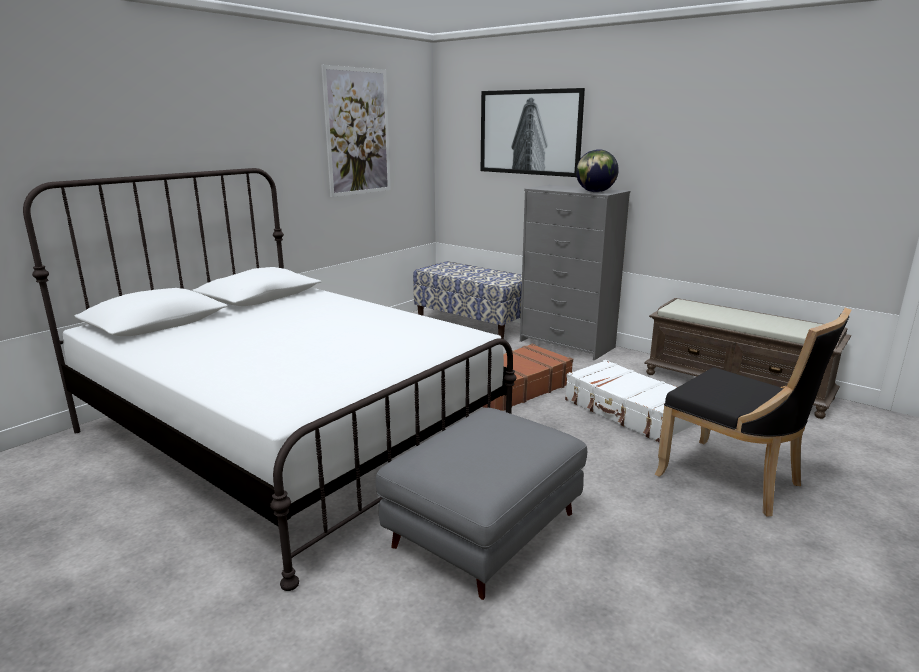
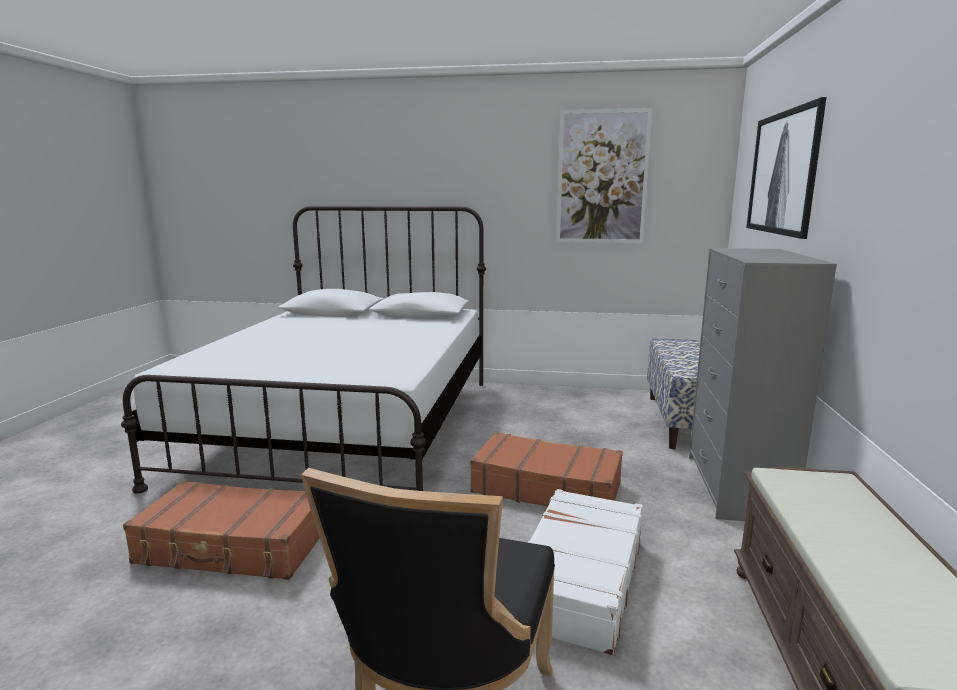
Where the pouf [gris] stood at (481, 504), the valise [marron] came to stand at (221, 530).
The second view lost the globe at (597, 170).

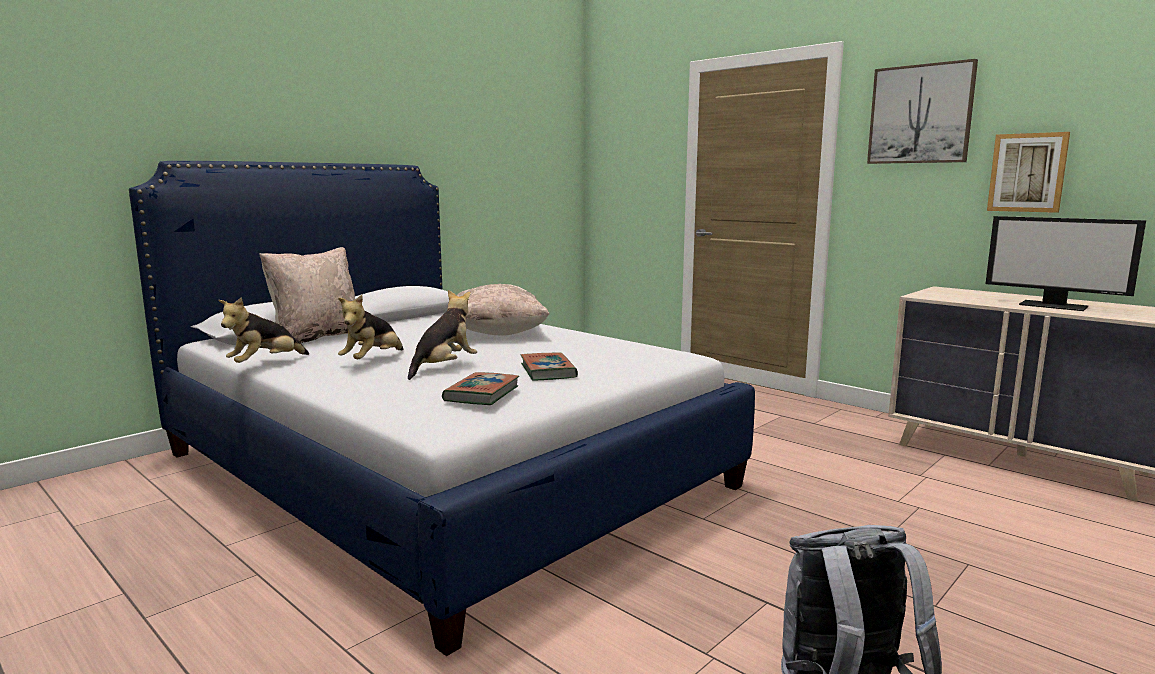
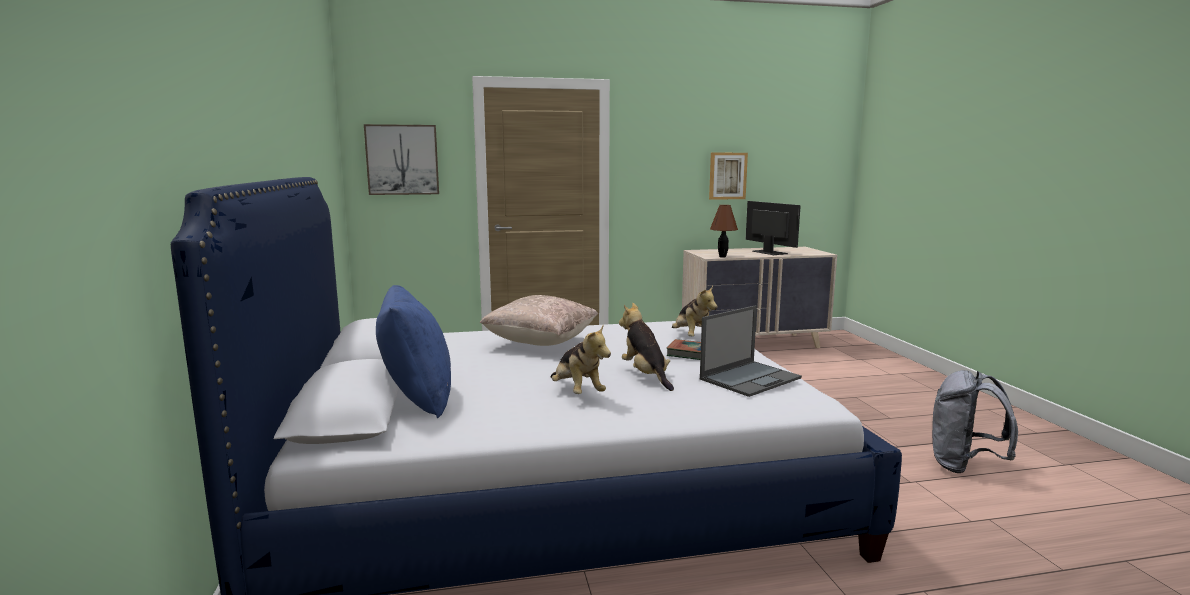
The tableau ended up elsewhere, having gone from (922, 111) to (401, 159).
What was the coussin [beige] at (307, 295) turned into the coussin [bleu] at (413, 351).
The peluche ended up elsewhere, having gone from (263, 330) to (694, 311).
Where the livre stood at (480, 388), the ordinateur portable came to stand at (751, 351).
The second view gained the lampe de table [marron] at (724, 231).
The écran d'ordinateur at (1066, 263) ended up facing another way, 105 degrees counterclockwise from before.

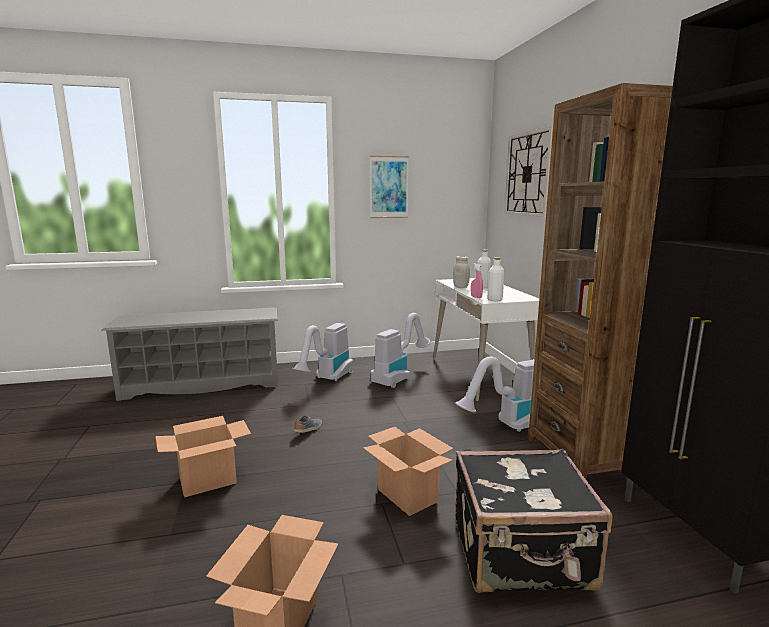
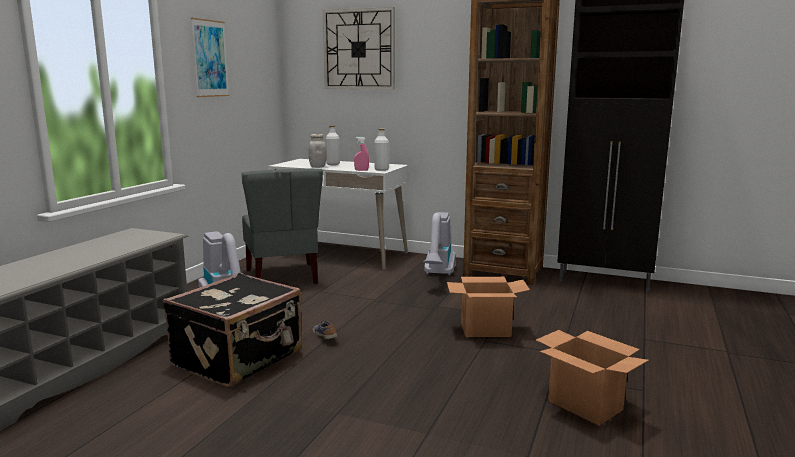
The valise [noir] ended up elsewhere, having gone from (534, 521) to (232, 330).
Where the aspirateur stood at (400, 350), the chaise [gris] came to stand at (282, 226).
The second view lost the carton at (203, 456).

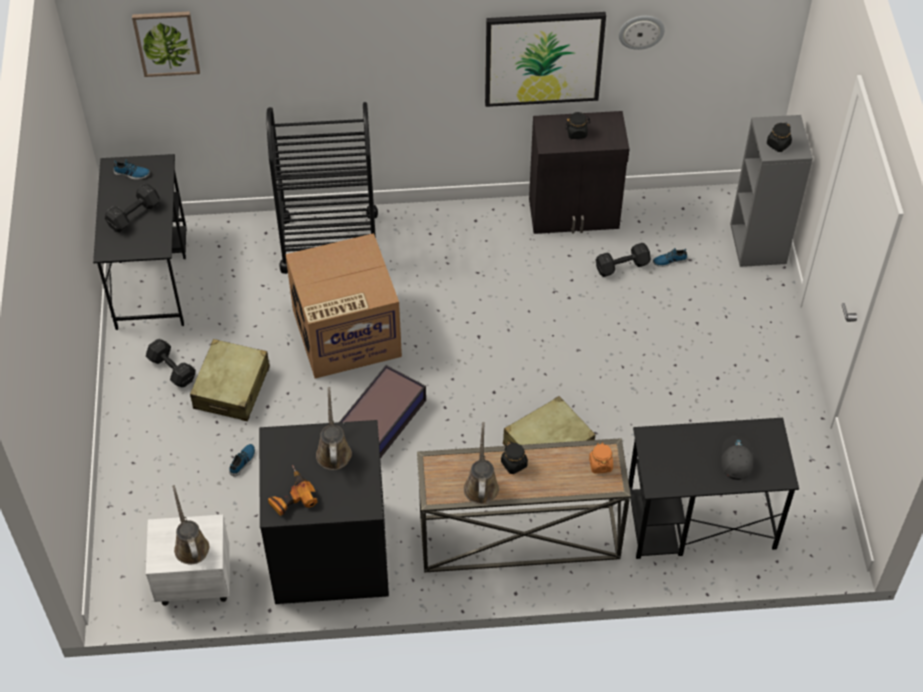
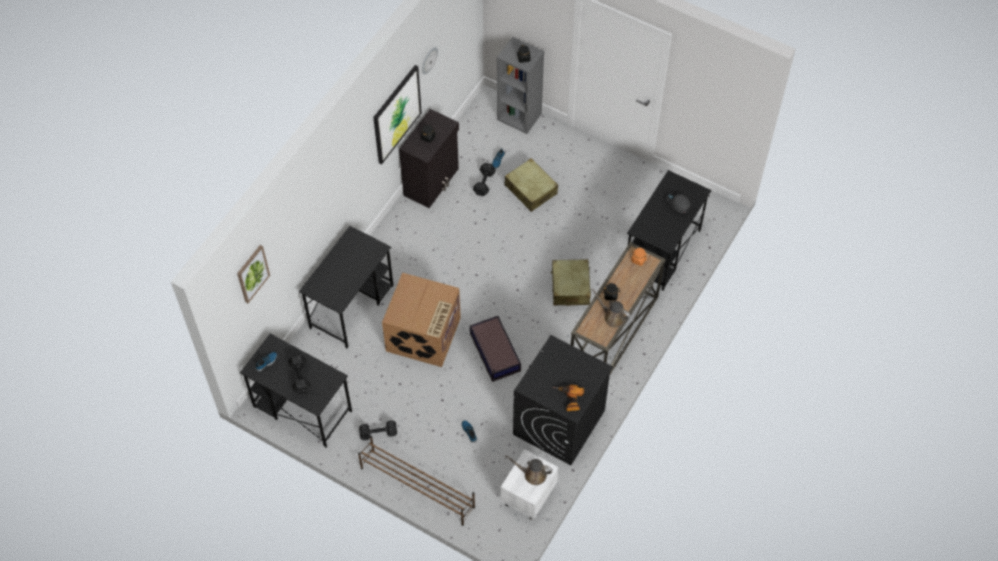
Where the chariot [noir] stood at (322, 188), the bureau [noir] came to stand at (346, 287).
The second view gained the étagère à chaussures [marron] at (416, 481).
The valise [beige] ended up elsewhere, having gone from (230, 380) to (531, 185).
The second view lost the arrosoir [marron] at (334, 428).

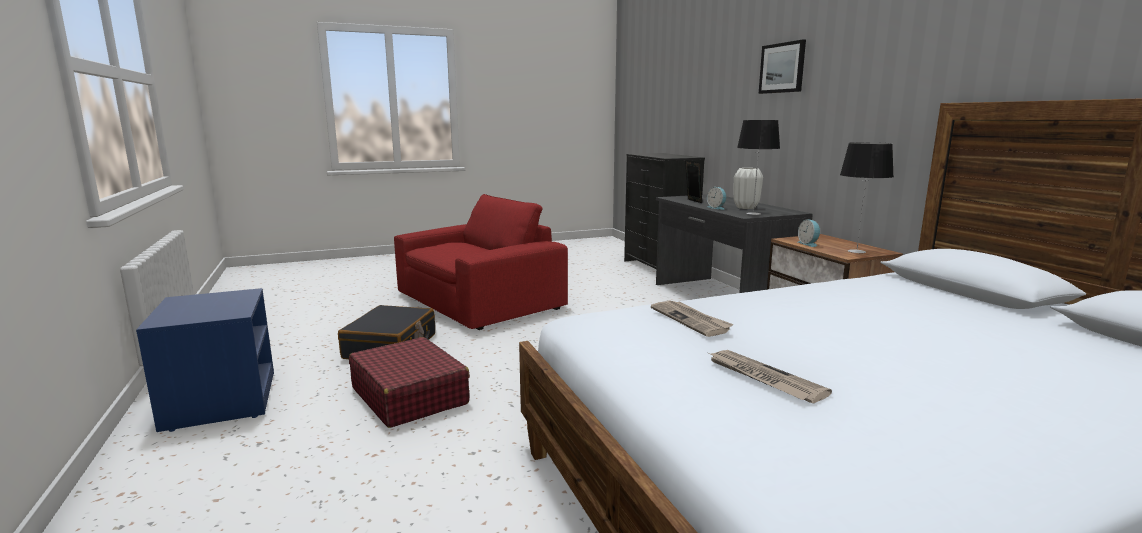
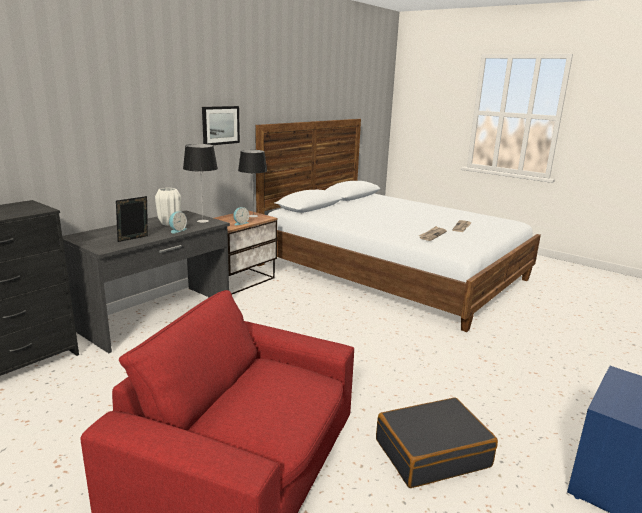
The tableau ended up elsewhere, having gone from (782, 67) to (221, 125).
The second view lost the valise [rouge] at (409, 382).

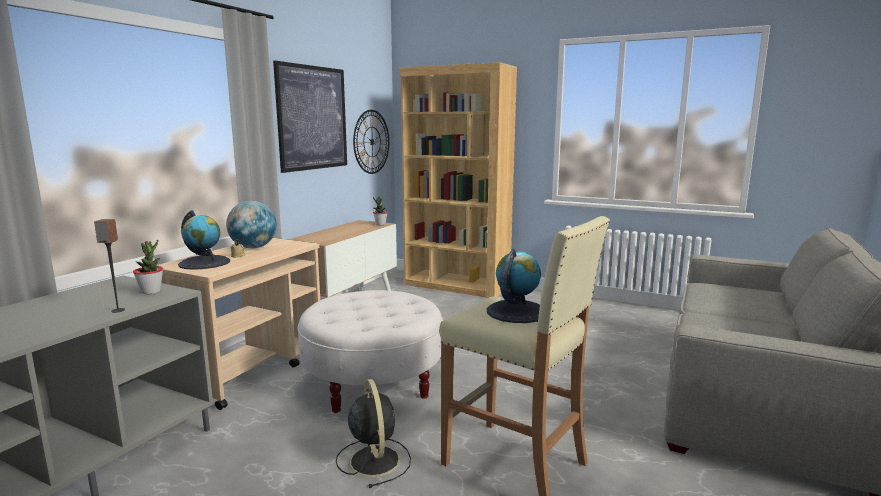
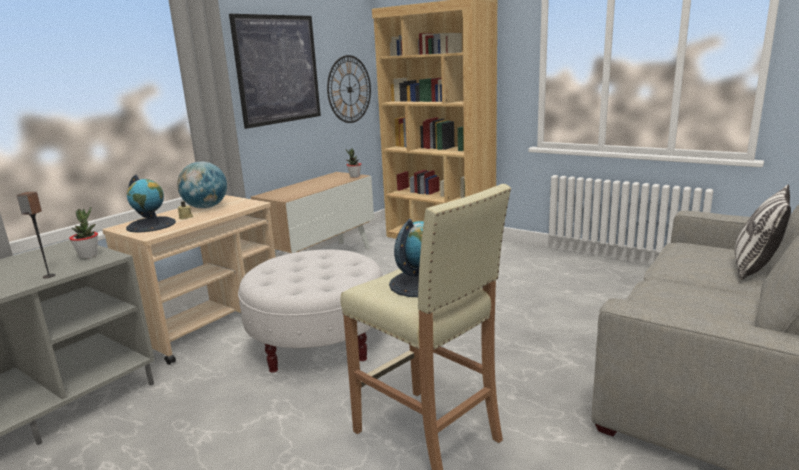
The second view gained the coussin at (763, 232).
The second view lost the ventilateur [noir] at (373, 433).

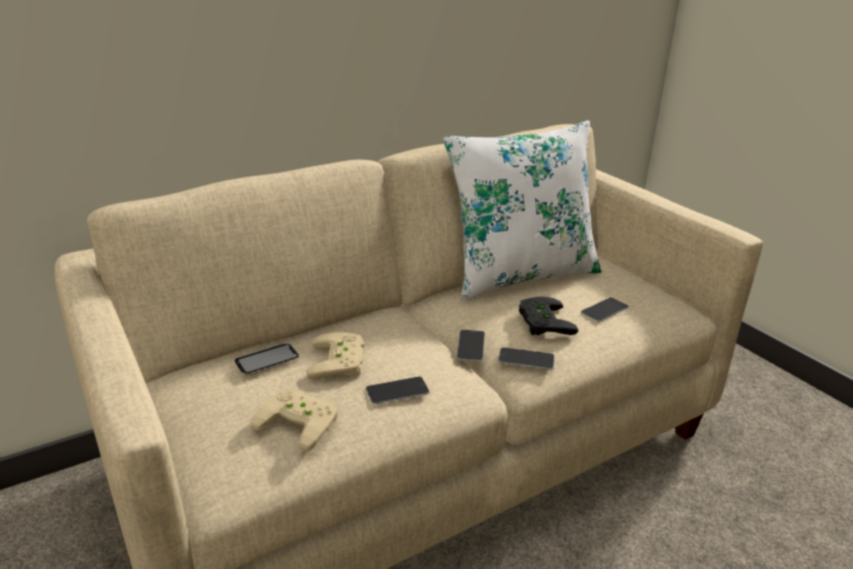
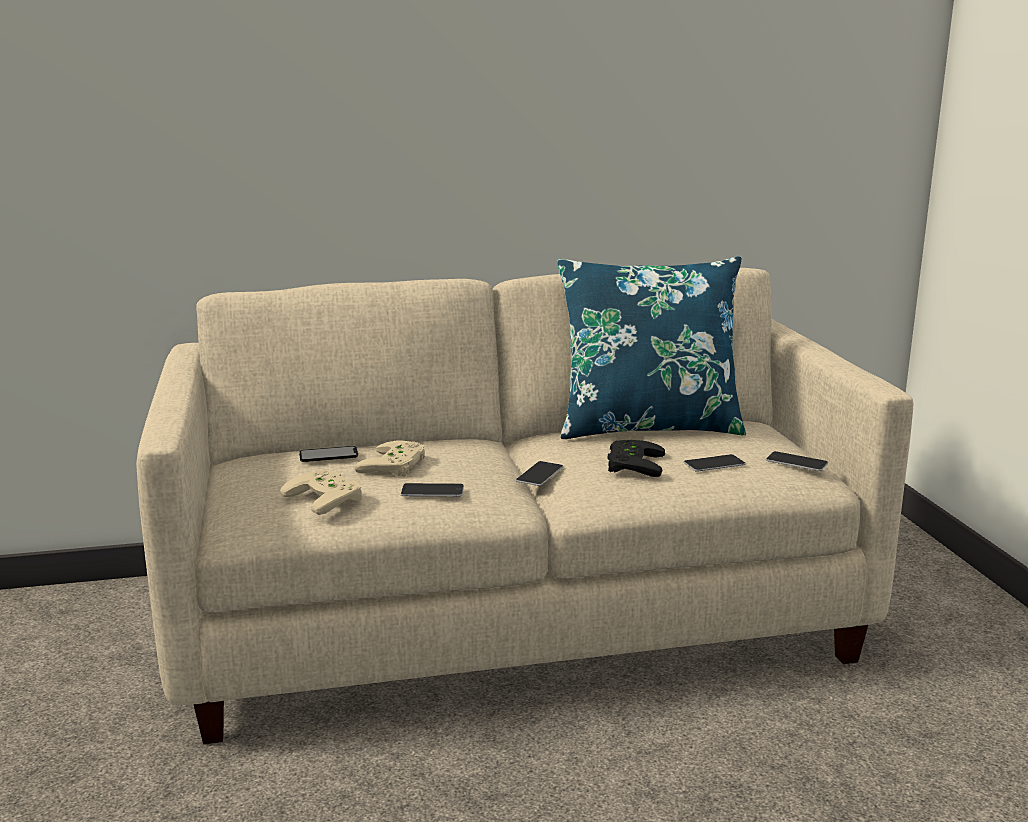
What was the coussin [blanc] at (522, 210) turned into the coussin [bleu] at (651, 348).
The téléphone ended up elsewhere, having gone from (526, 358) to (797, 461).

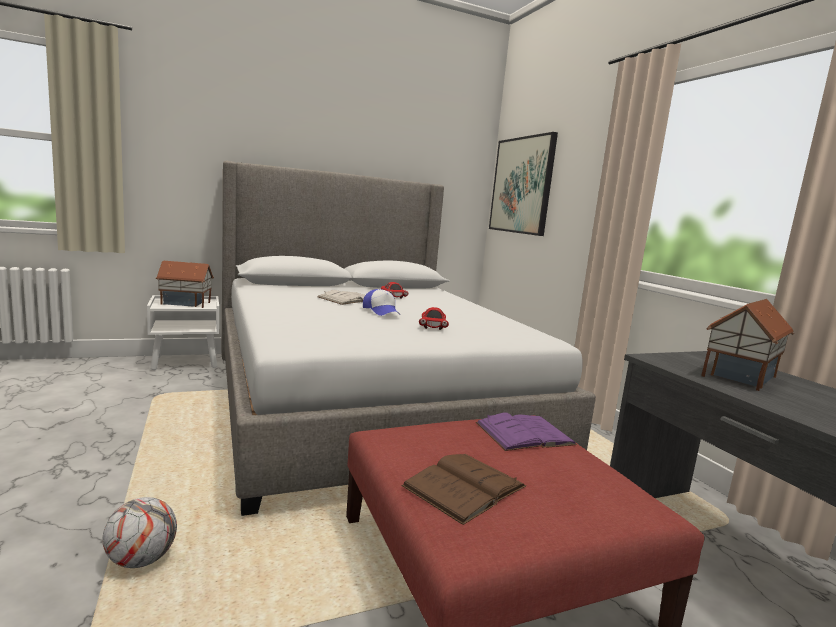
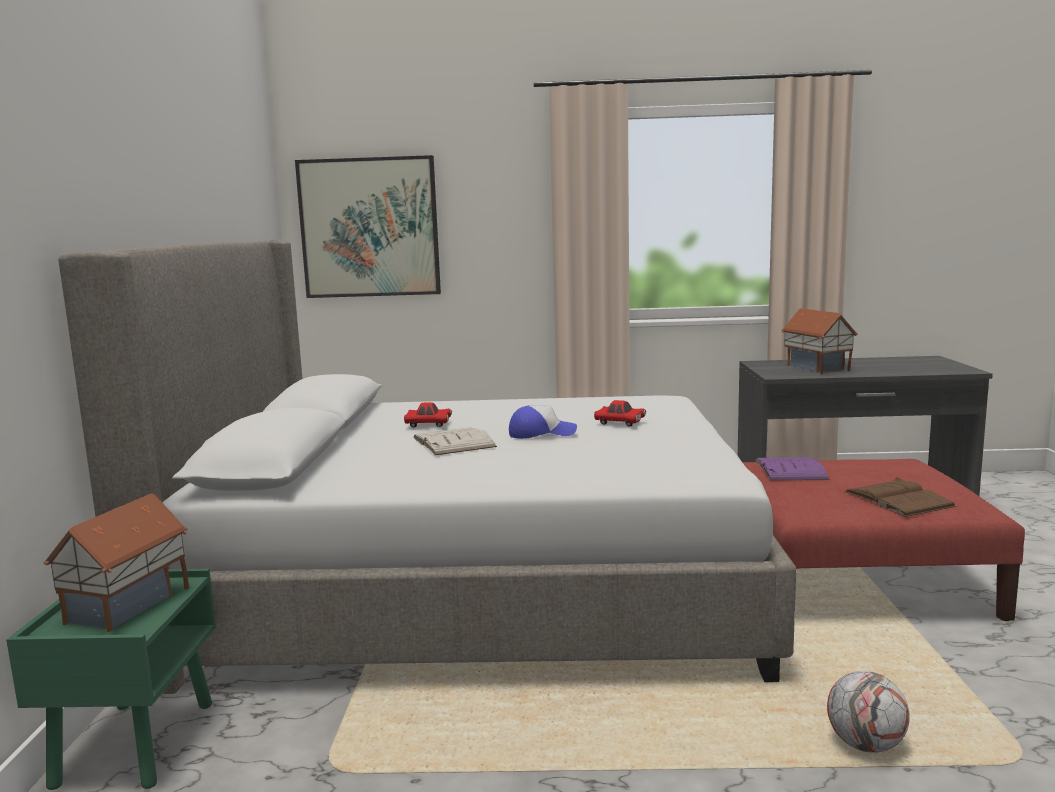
What was the table de chevet [blanc] at (183, 332) turned into the table de chevet [vert] at (111, 679).

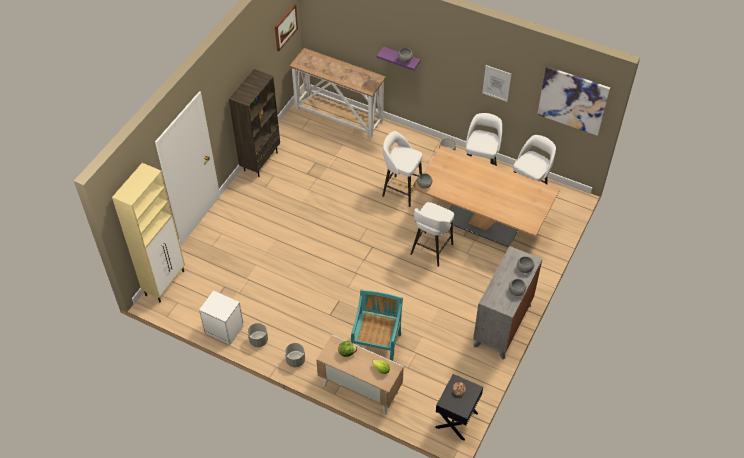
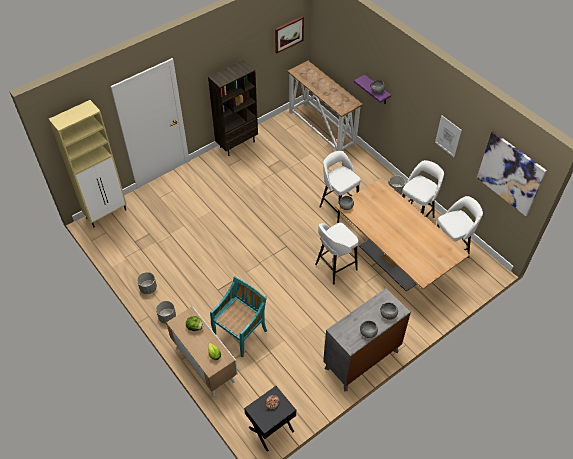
The second view lost the table de chevet [blanc] at (221, 317).

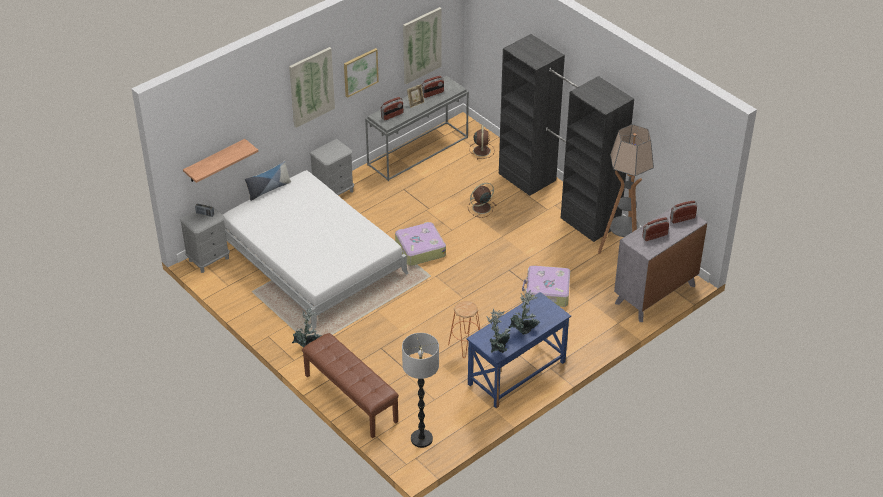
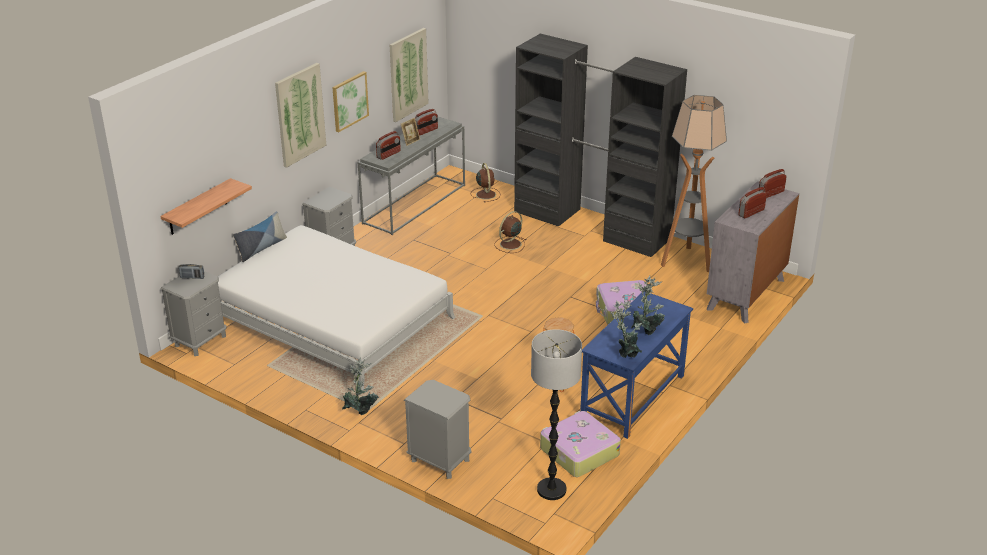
Where the banc [marron] stood at (350, 385), the table de chevet [gris] came to stand at (438, 429).
The valise ended up elsewhere, having gone from (420, 244) to (580, 444).

